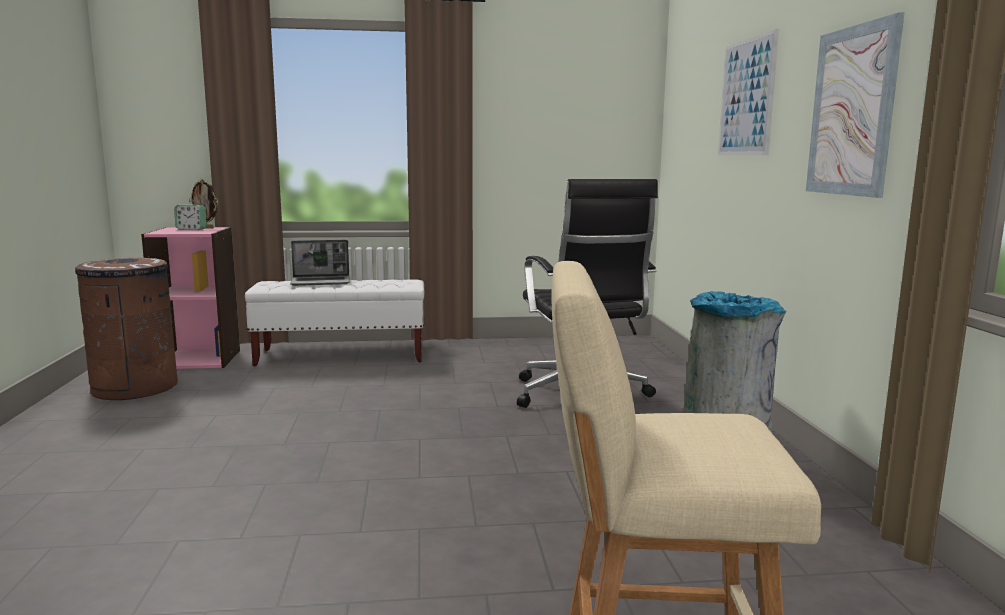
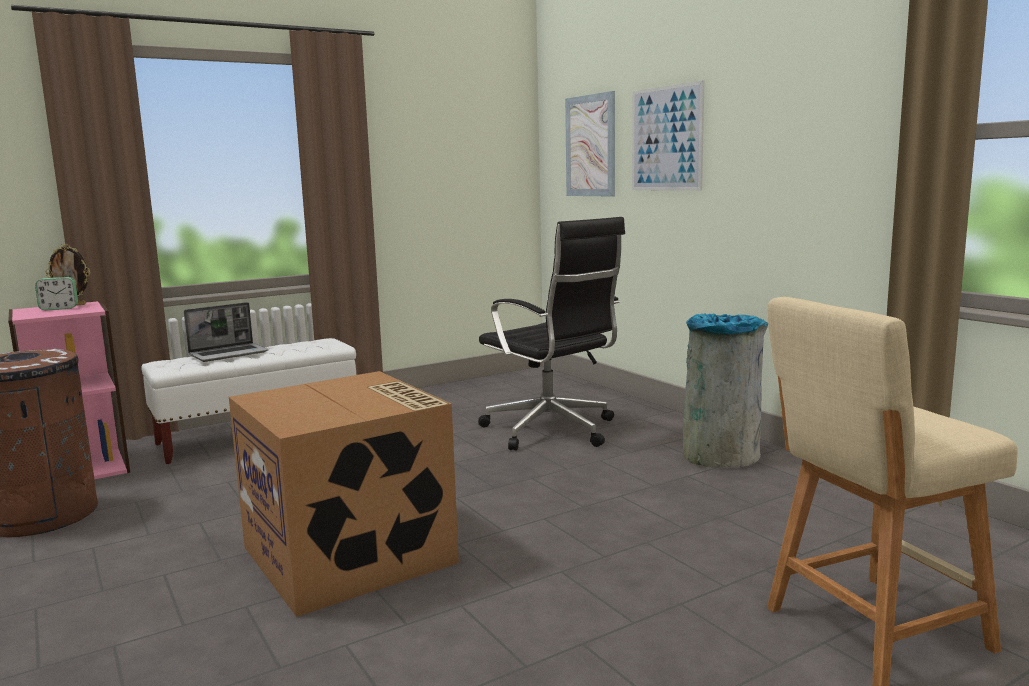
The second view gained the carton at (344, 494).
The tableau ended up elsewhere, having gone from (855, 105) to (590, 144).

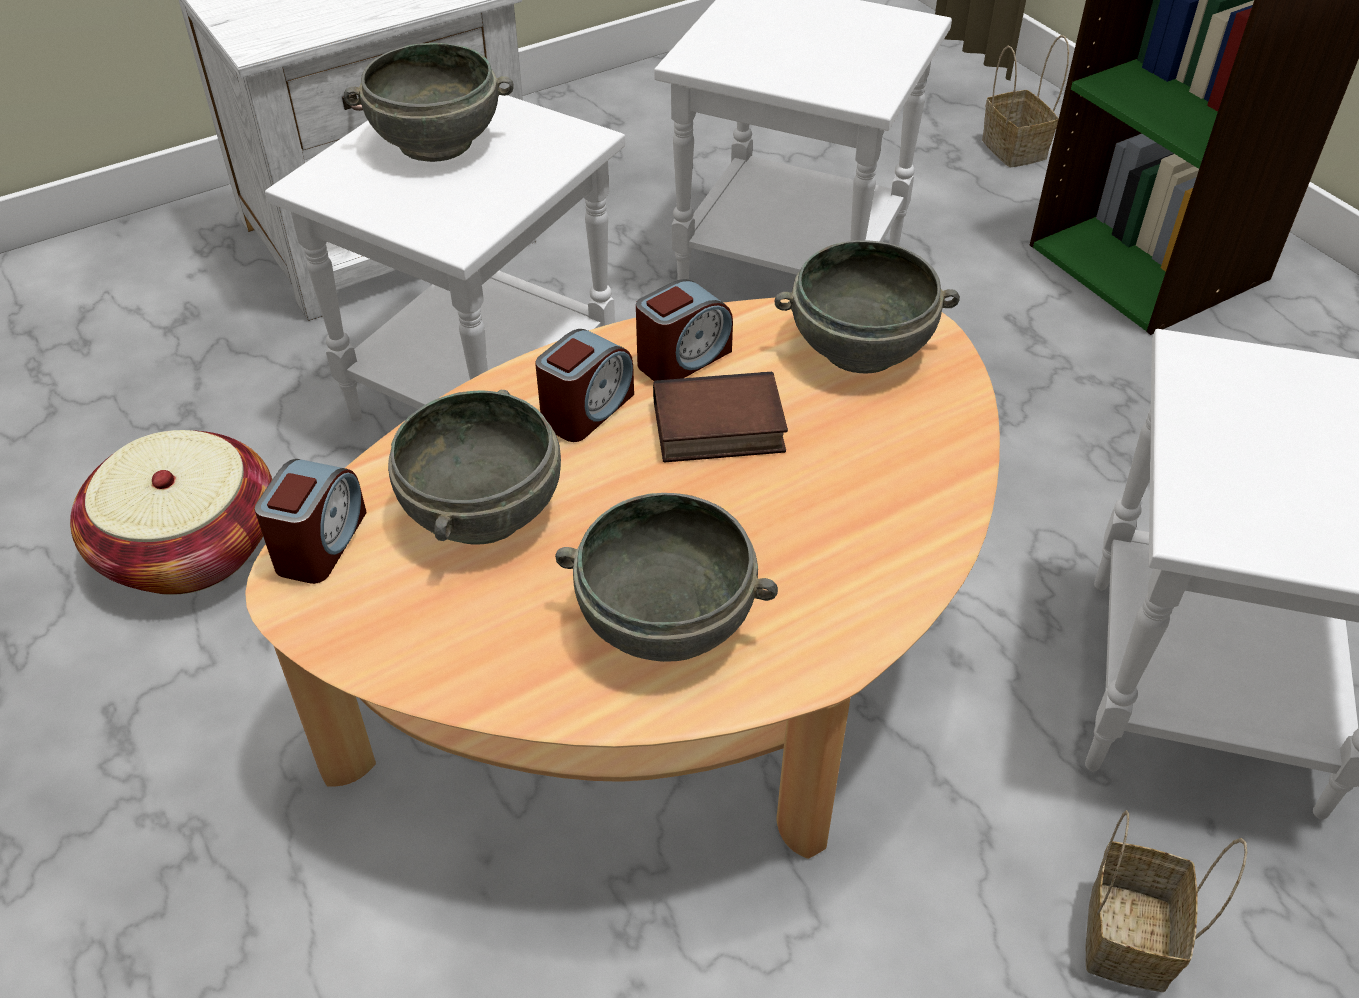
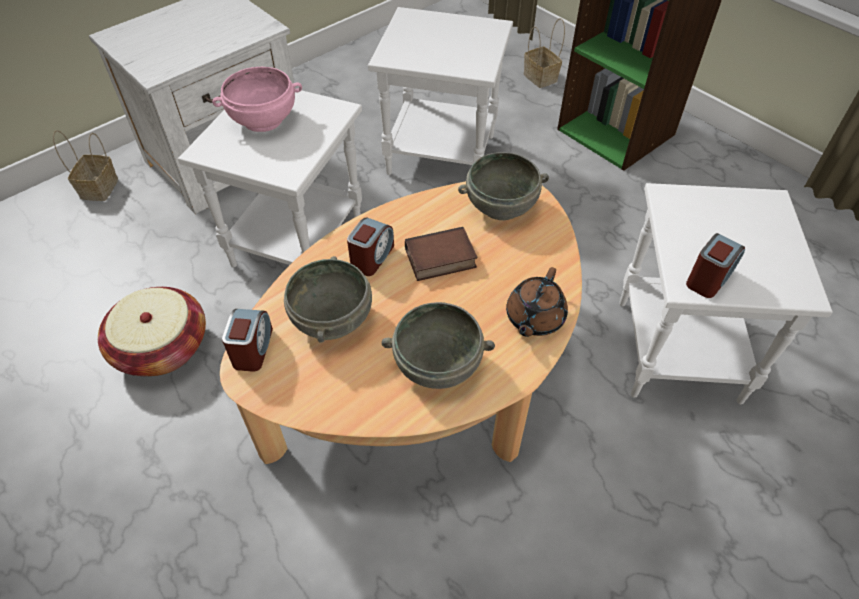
The panier ended up elsewhere, having gone from (1166, 901) to (85, 165).
What was the bol [gris] at (429, 102) turned into the bol [rose] at (257, 99).
The second view gained the théière [marron] at (537, 302).
The réveil ended up elsewhere, having gone from (684, 330) to (715, 265).

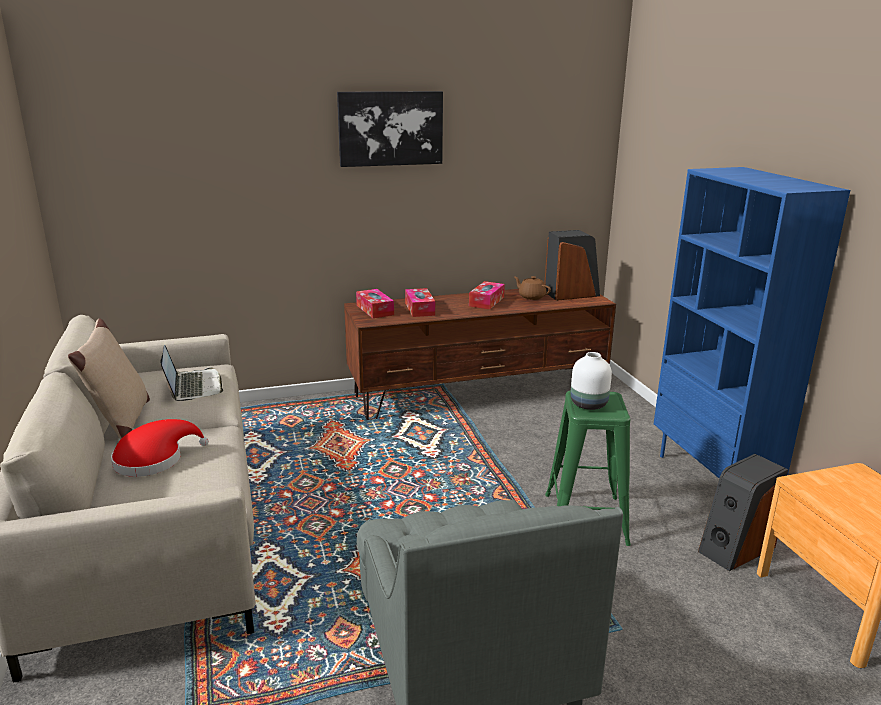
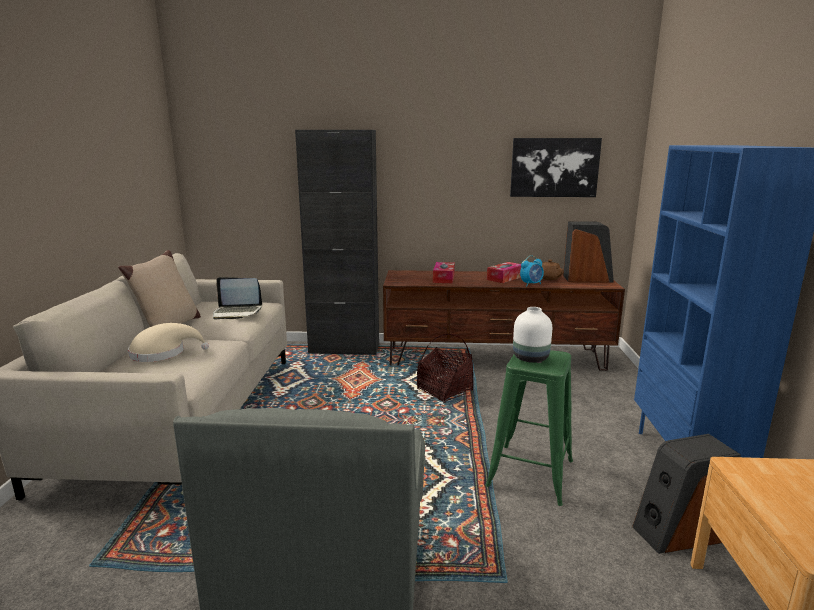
What was the chapeau [rouge] at (160, 448) turned into the chapeau [beige] at (168, 342).
The ordinateur portable at (191, 373) ended up facing another way, 90 degrees clockwise from before.
The second view gained the meuble de rangement [noir] at (337, 242).
The second view gained the panier at (445, 368).
The tableau ended up elsewhere, having gone from (390, 129) to (556, 167).
The second view gained the réveil at (532, 270).
The second view lost the boîte à mouchoirs at (375, 303).

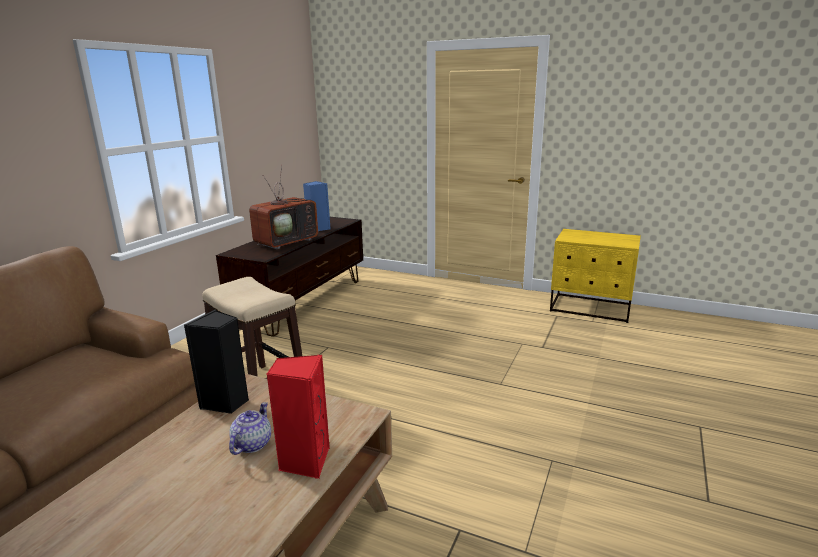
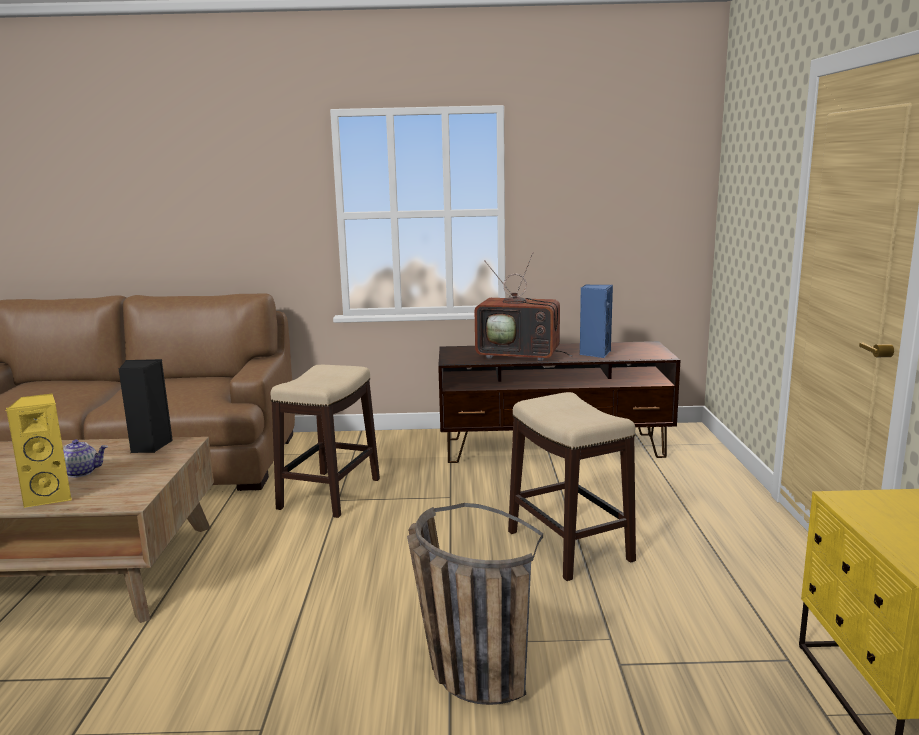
What was the enceinte [rouge] at (298, 417) turned into the enceinte [jaune] at (38, 451).
The second view gained the panier at (475, 604).
The second view gained the tabouret at (572, 486).

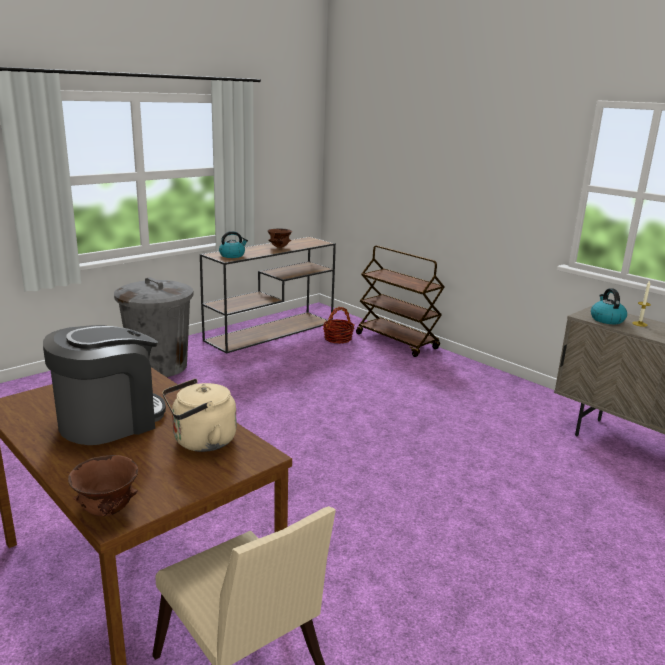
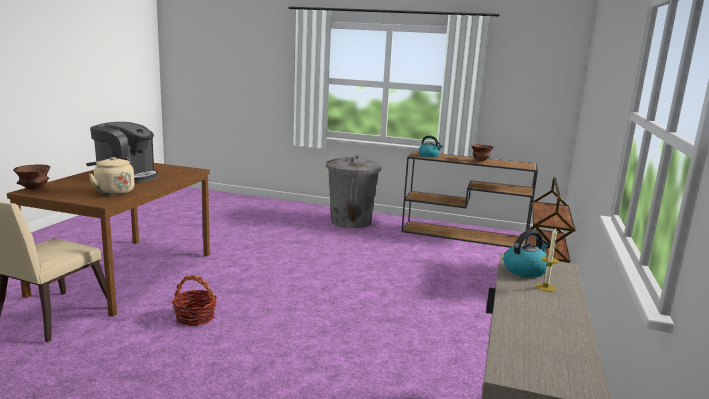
The panier ended up elsewhere, having gone from (338, 325) to (194, 300).

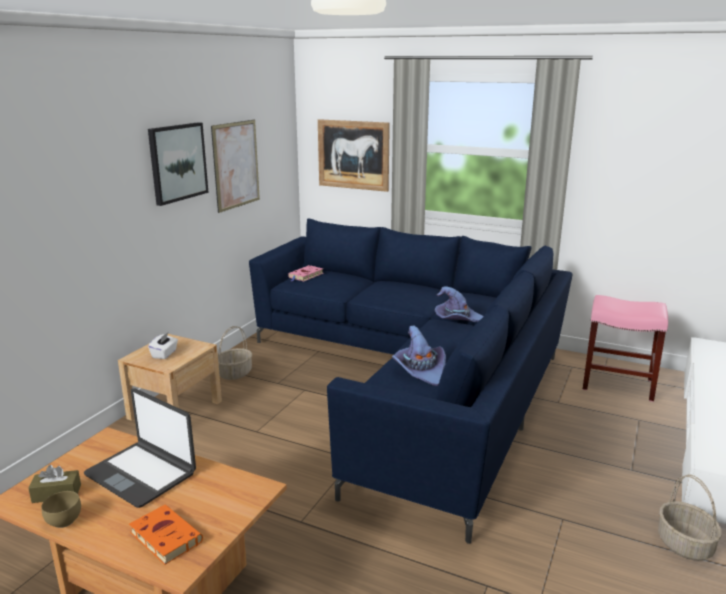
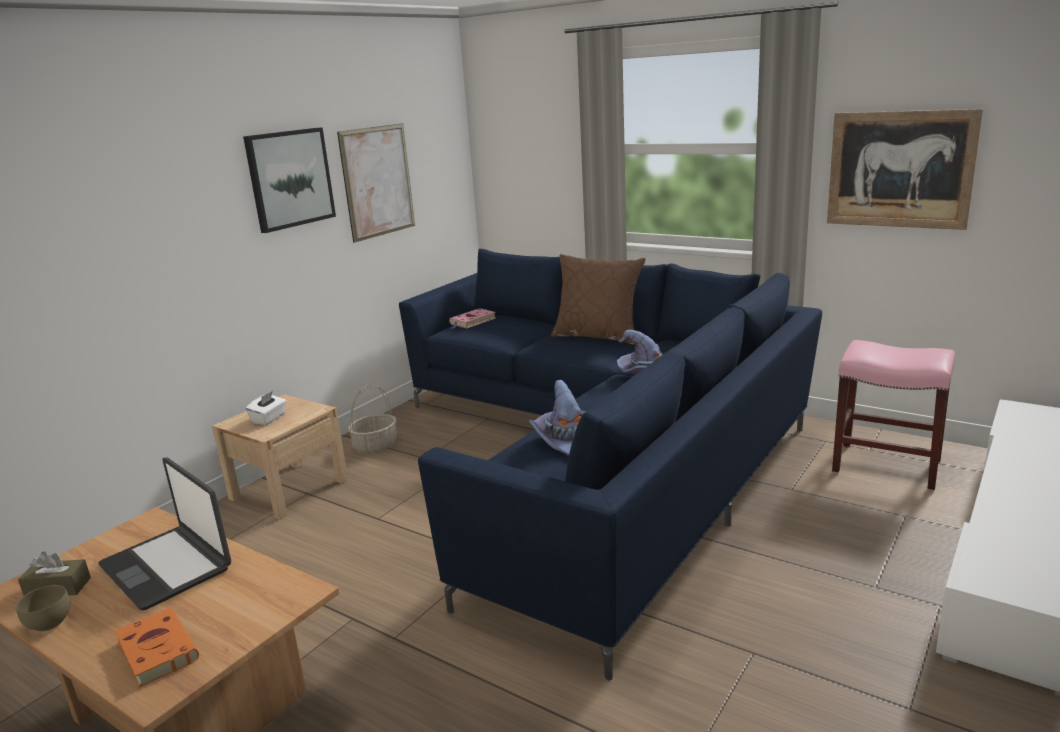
The second view gained the coussin [marron] at (598, 299).
The tableau ended up elsewhere, having gone from (354, 155) to (905, 169).
The second view lost the panier at (690, 517).

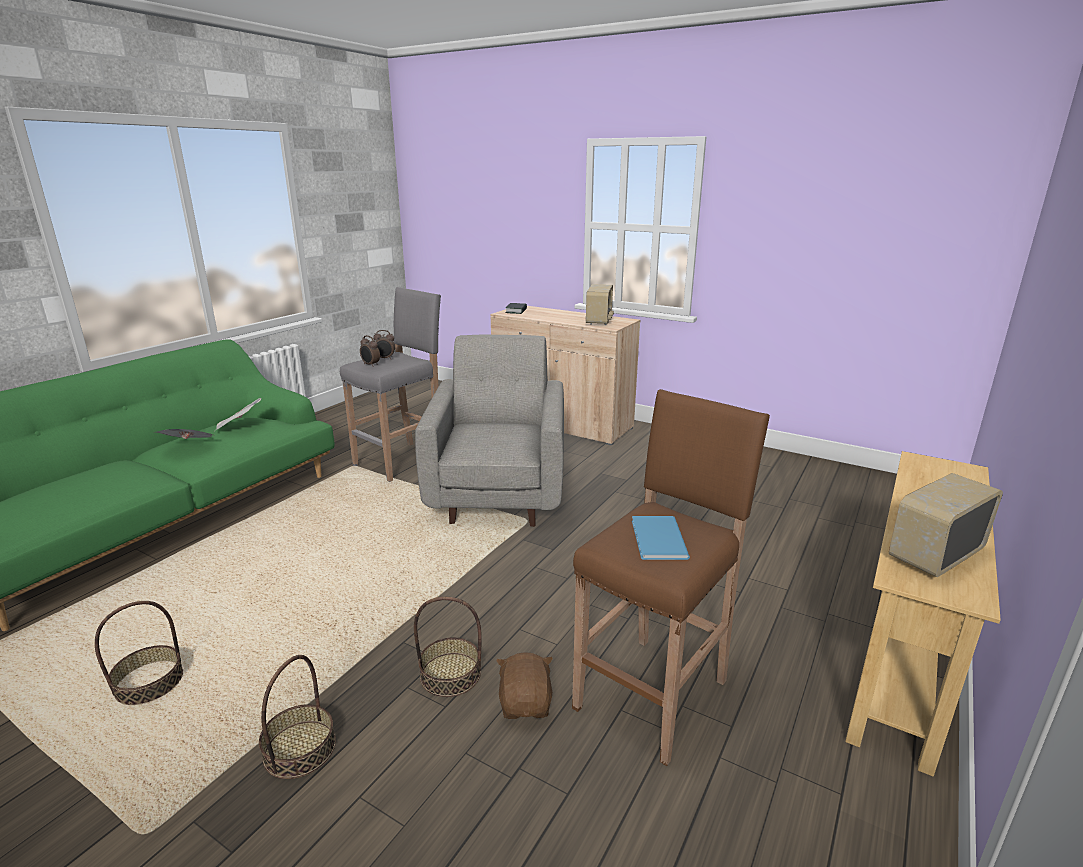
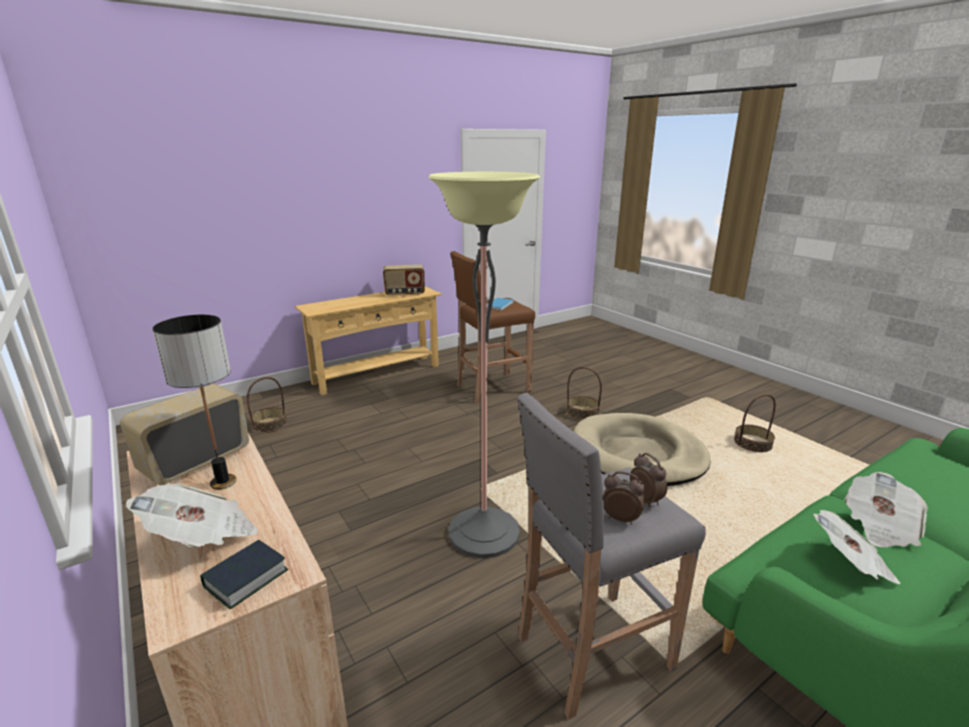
The second view gained the journal at (192, 515).
The second view gained the lampe de table at (195, 402).
The panier ended up elsewhere, having gone from (297, 717) to (267, 405).
Where the fauteuil [gris] stood at (489, 430), the lampadaire came to stand at (484, 365).
The second view gained the panier pour chien [beige] at (641, 449).
The second view lost the peluche [marron] at (524, 685).

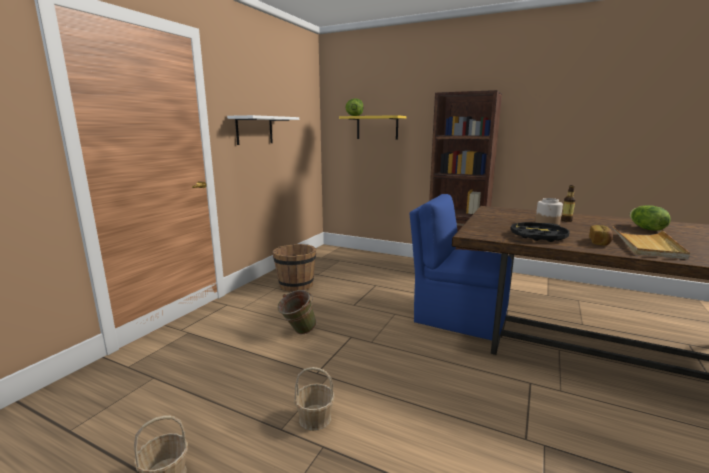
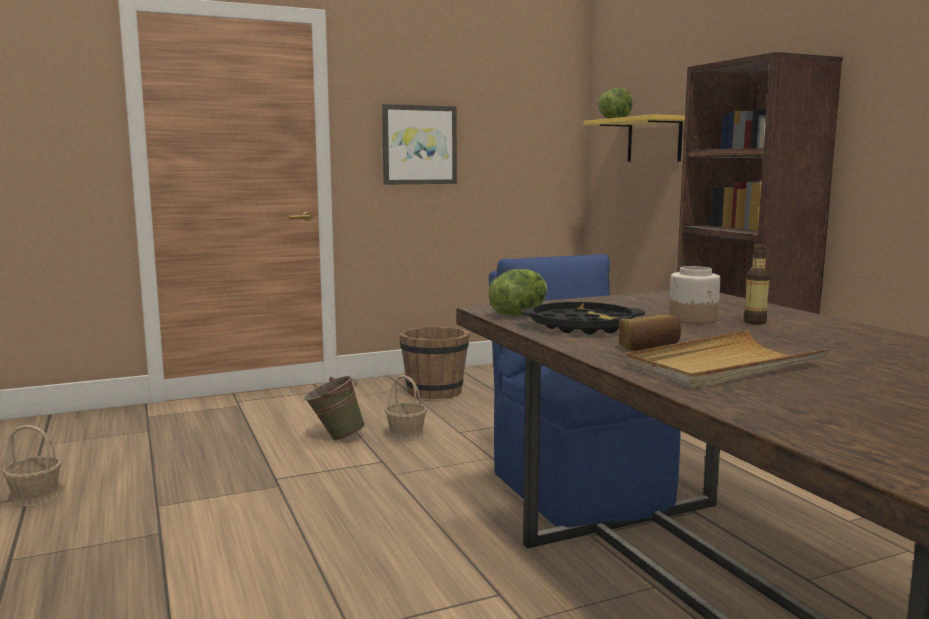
Where the étagère [blanc] hung at (263, 130), the tableau came to hang at (419, 144).
The panier ended up elsewhere, having gone from (314, 399) to (406, 408).
The laitue ended up elsewhere, having gone from (650, 218) to (518, 292).

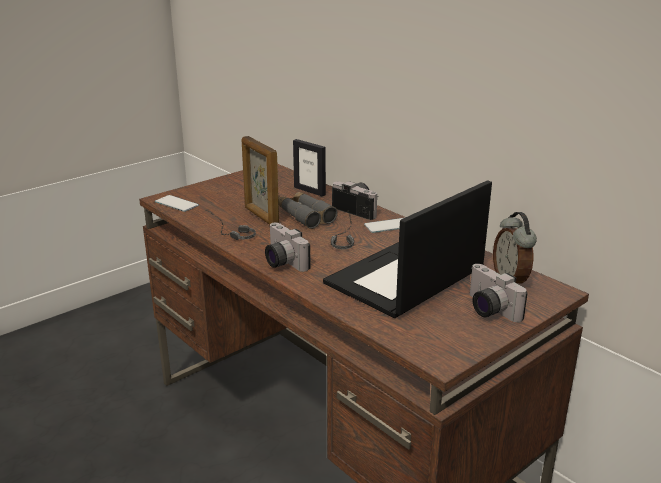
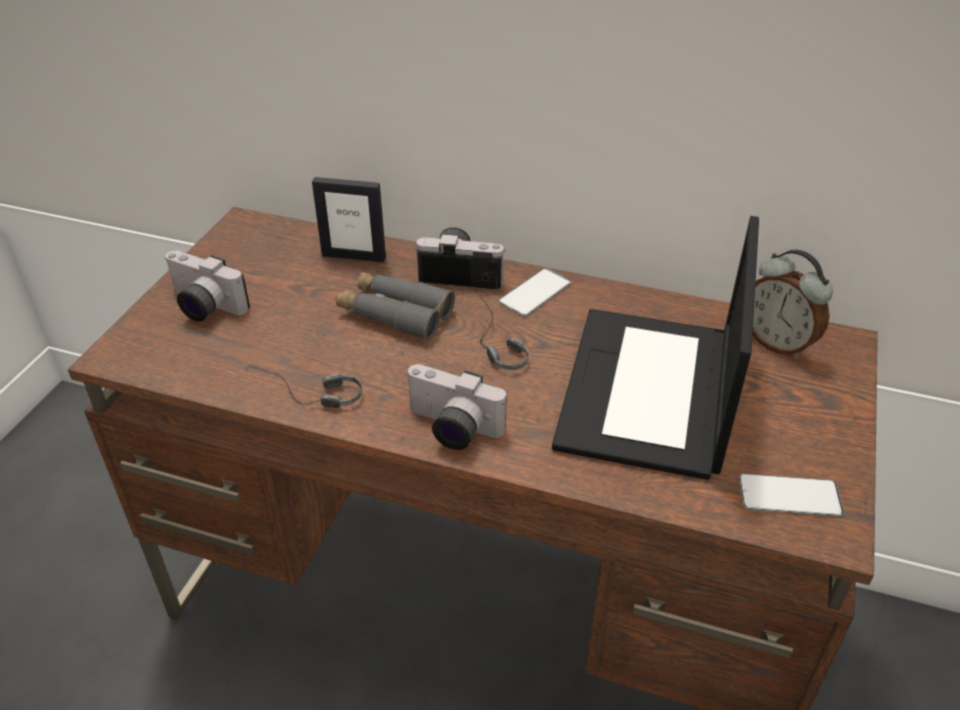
The appareil photo ended up elsewhere, having gone from (499, 293) to (207, 286).
The téléphone ended up elsewhere, having gone from (177, 203) to (791, 495).
The second view lost the cadre photo at (260, 180).

